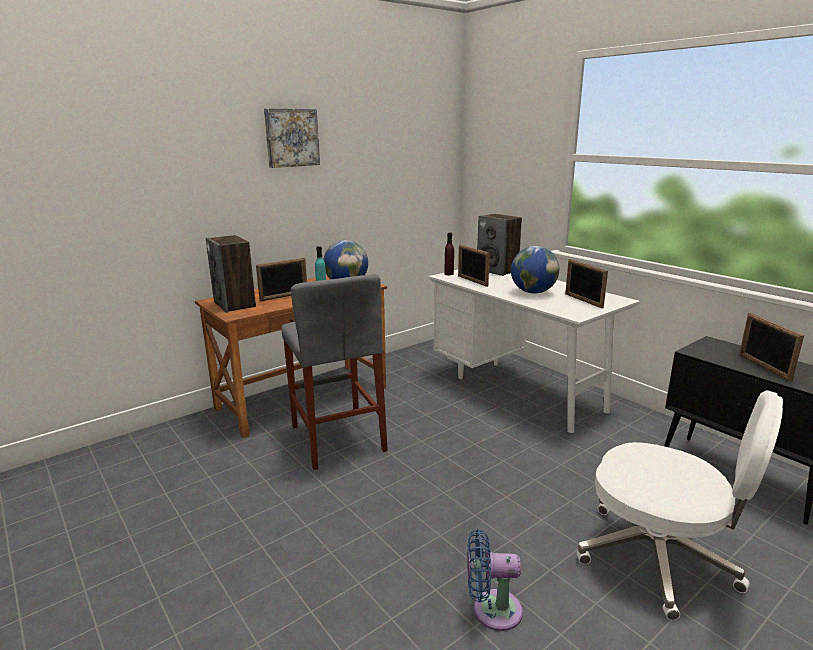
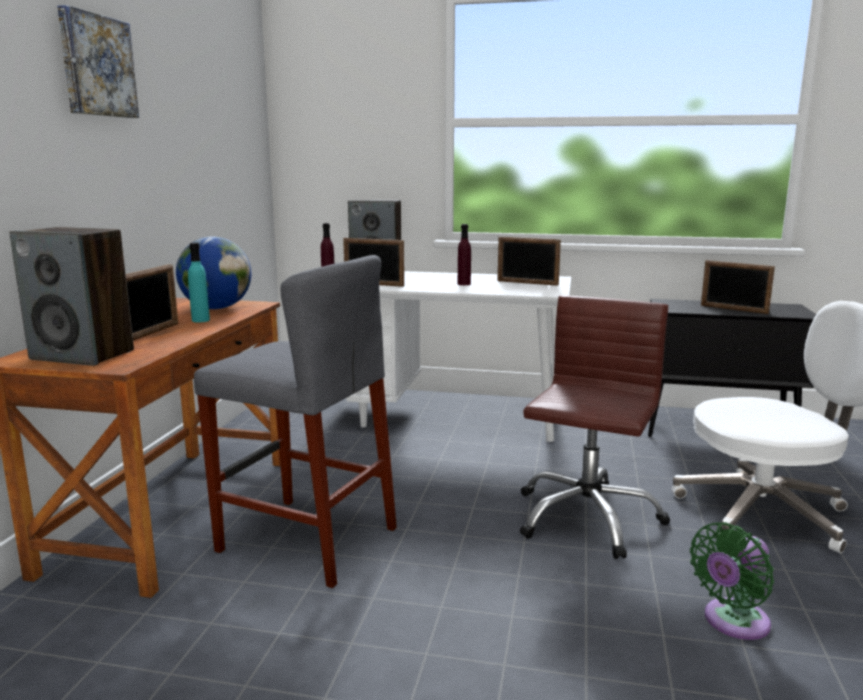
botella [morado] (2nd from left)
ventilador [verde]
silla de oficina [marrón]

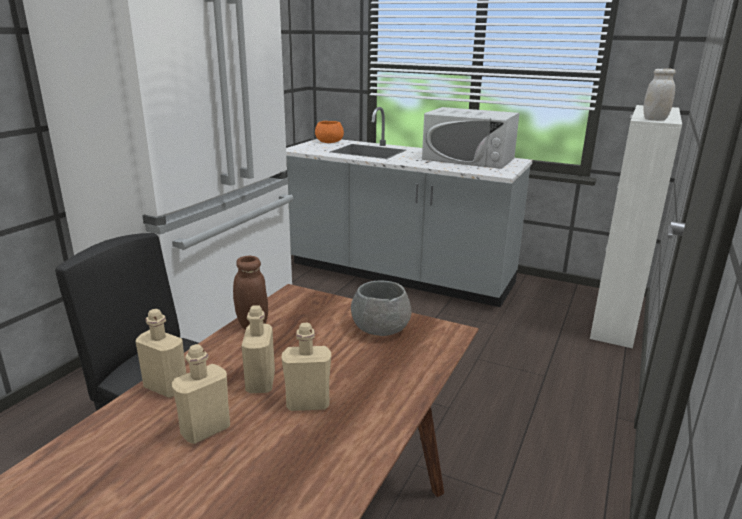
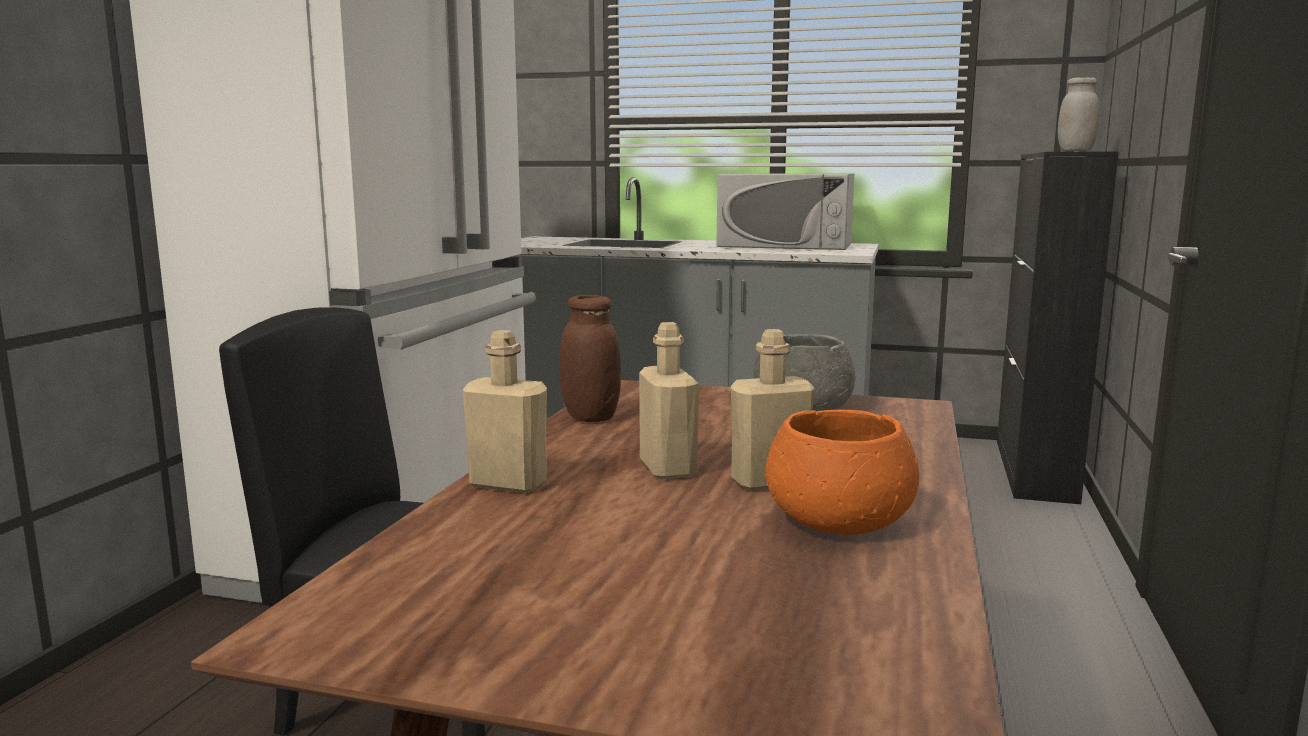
armario [negro]
cuenco [naranja]
botella [beis] (2nd from left in the first image)

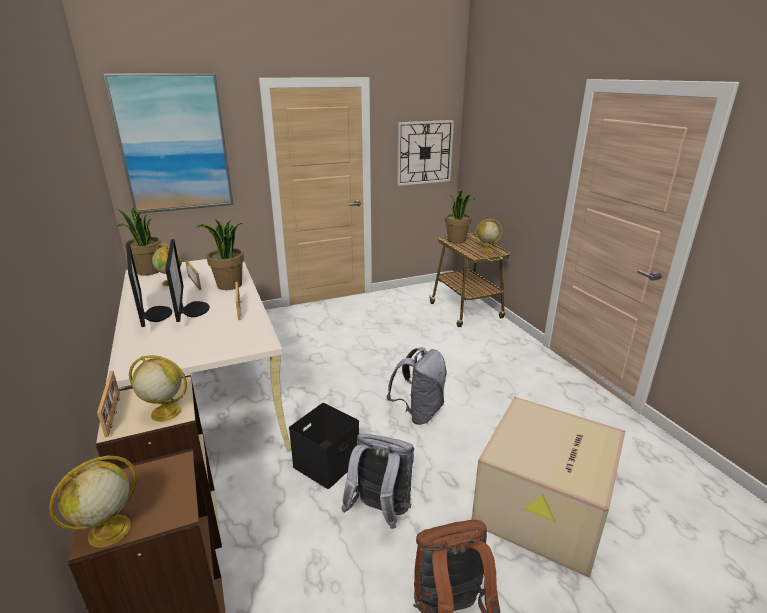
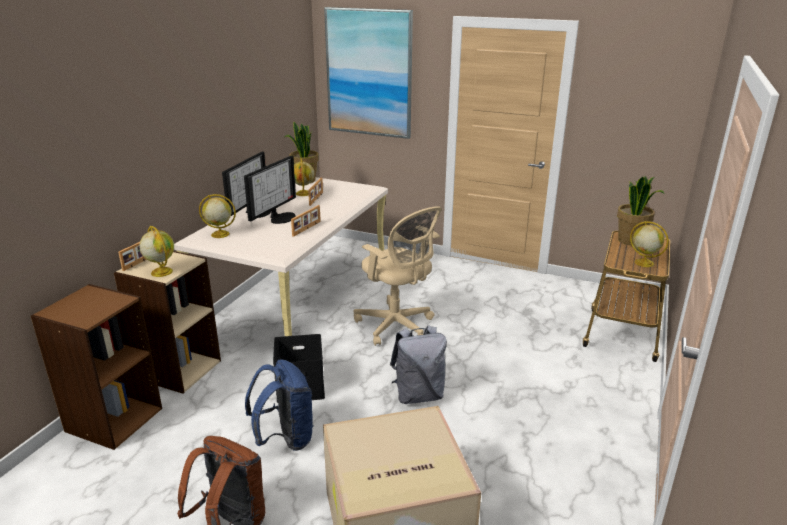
reloj de pared
planta en maceta (2nd from left in the first image)
mochila [azul]
globo terráqueo (2nd from left)
silla de oficina [beis]

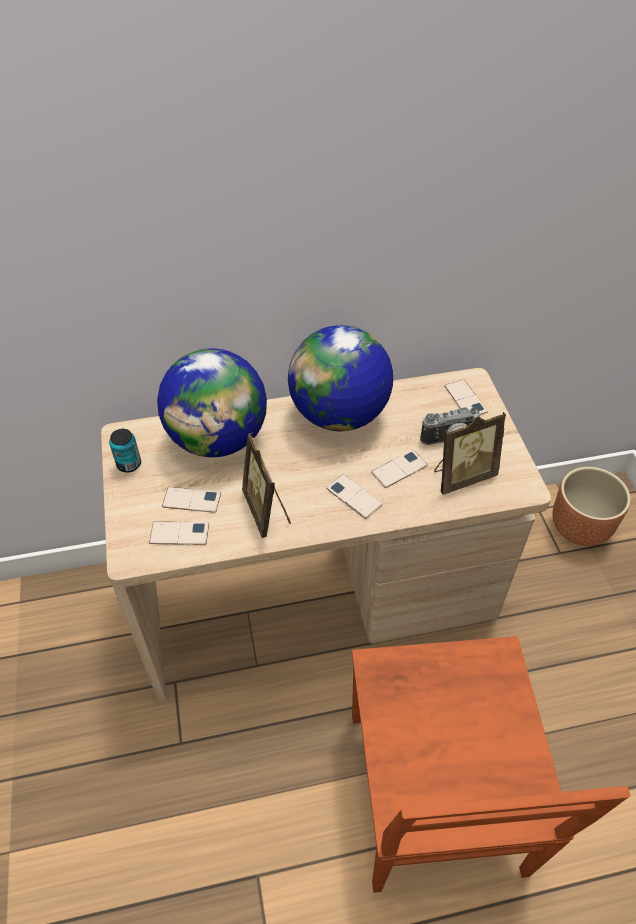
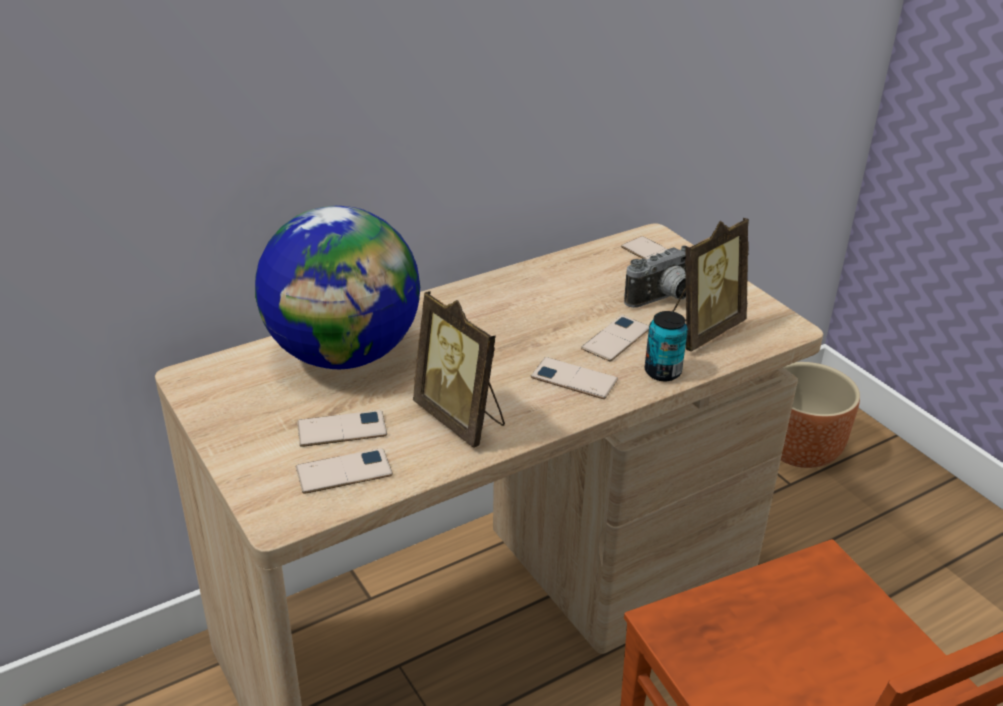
globo terráqueo (2nd from left in the first image)
lata

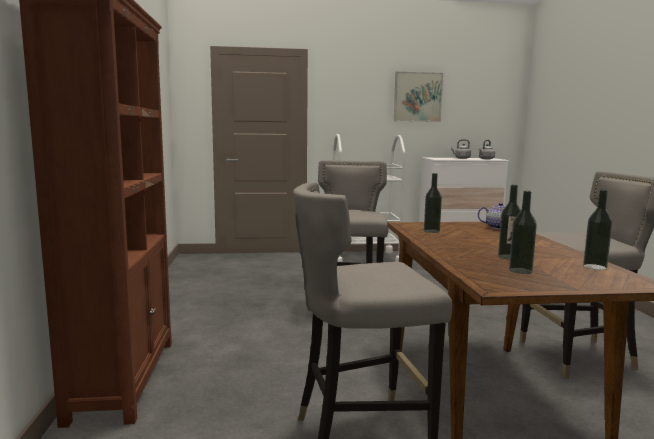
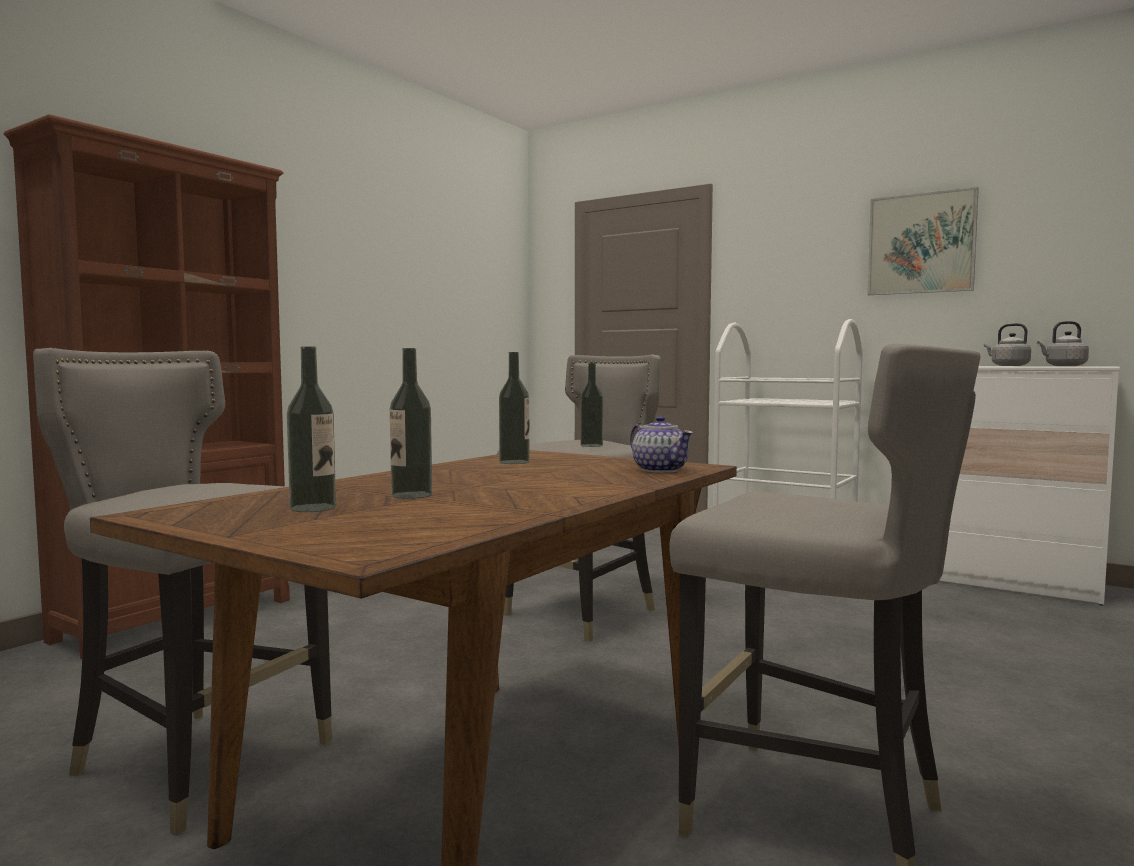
botella (4th from left)

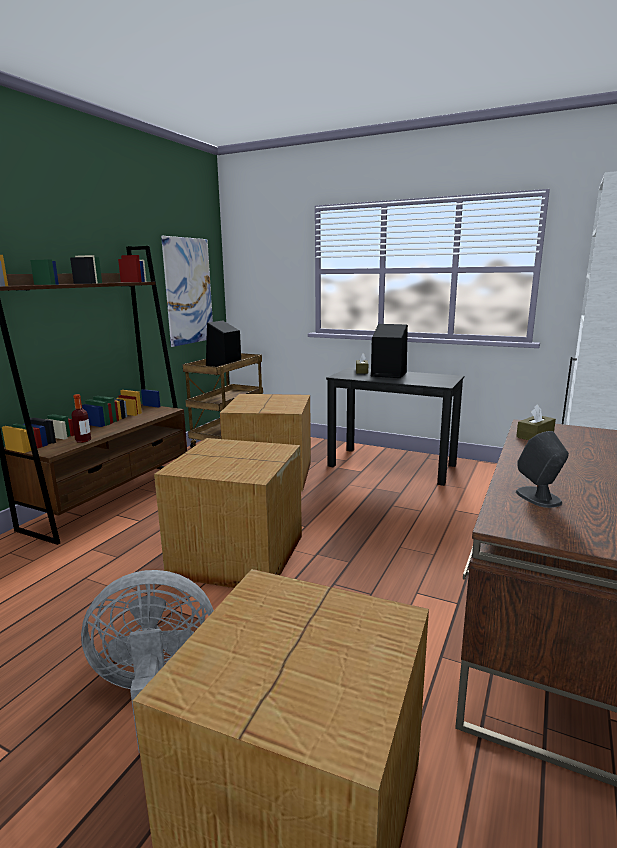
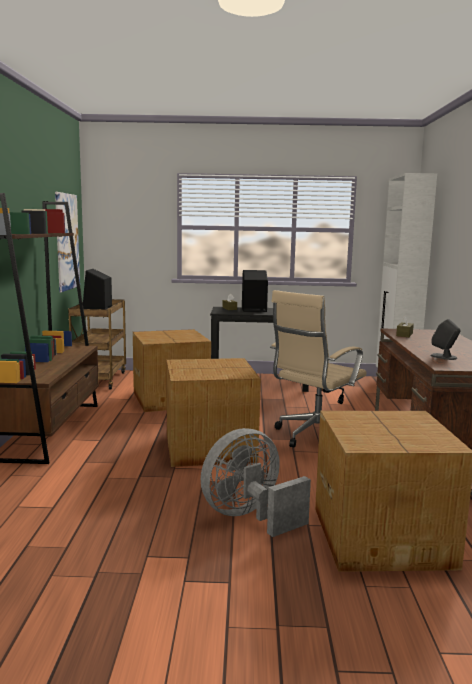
botella
silla de oficina [beis]

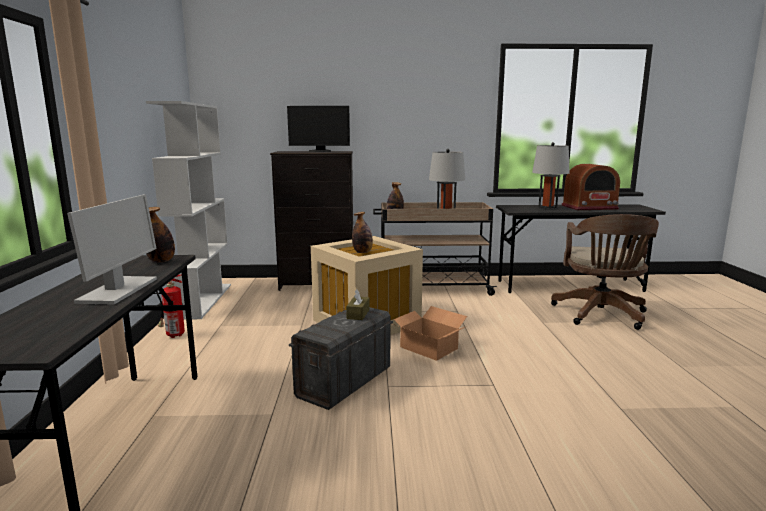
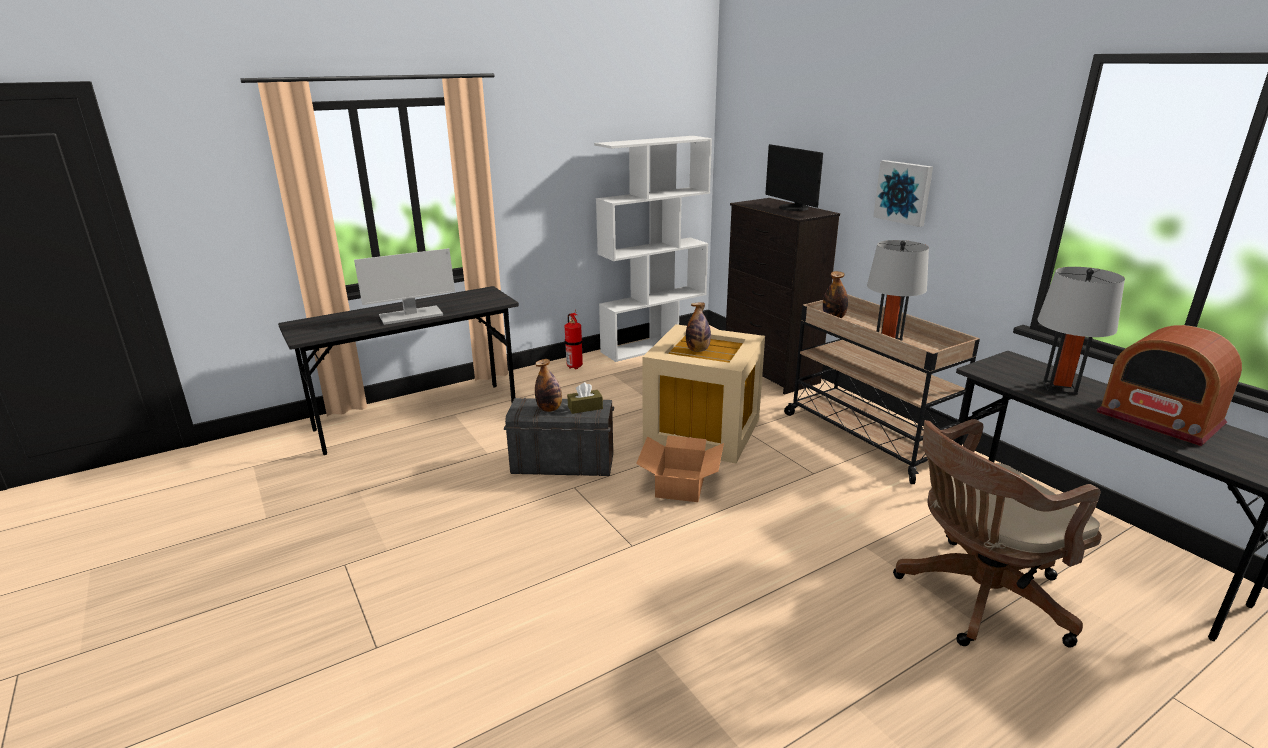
botella (1st from left)
cuadro

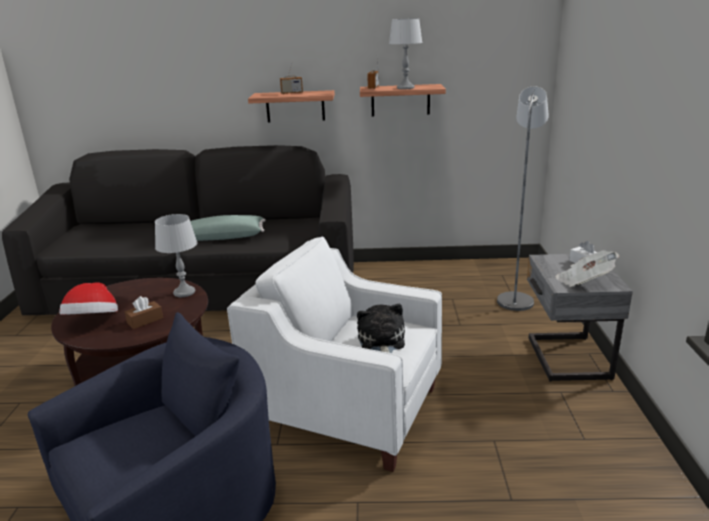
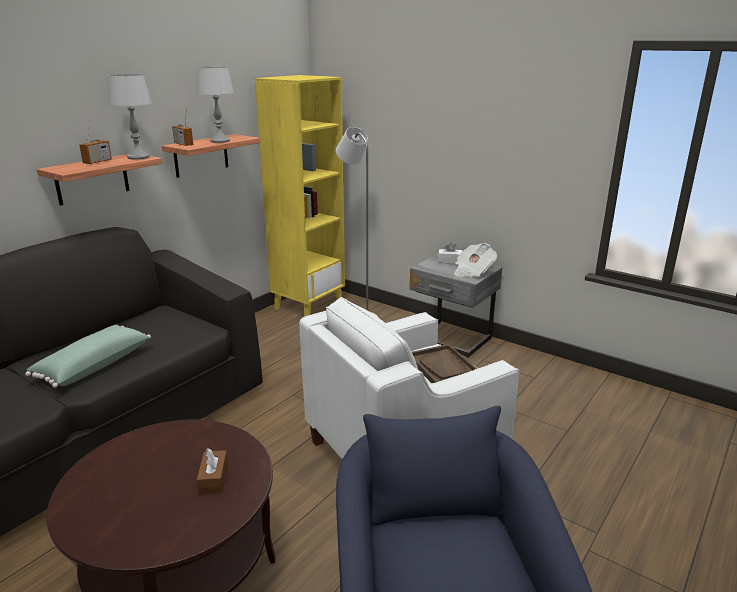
lámpara de mesa [gris] (1st from left)
sombrero
bandeja [marrón]
estantería [amarillo]

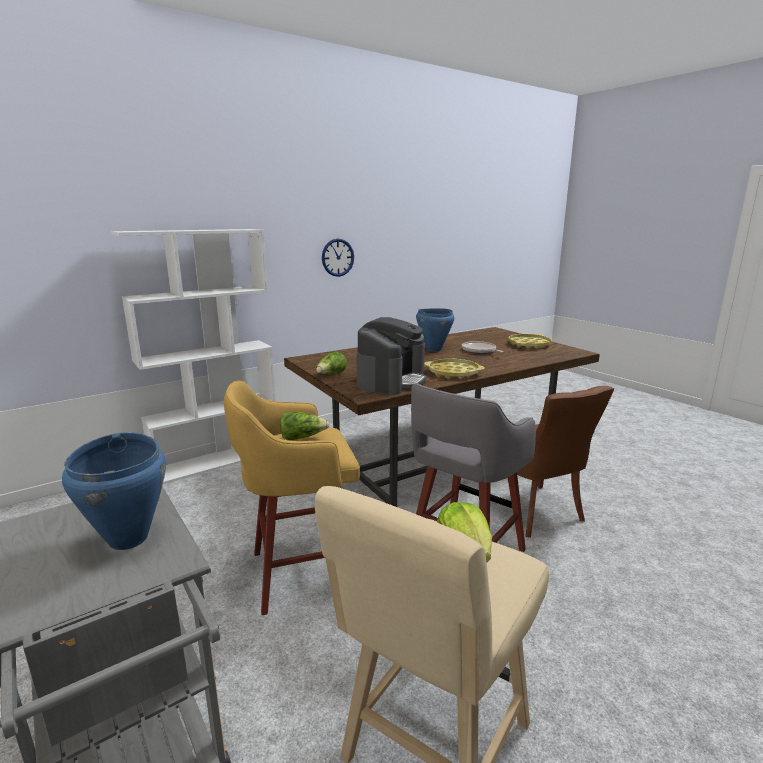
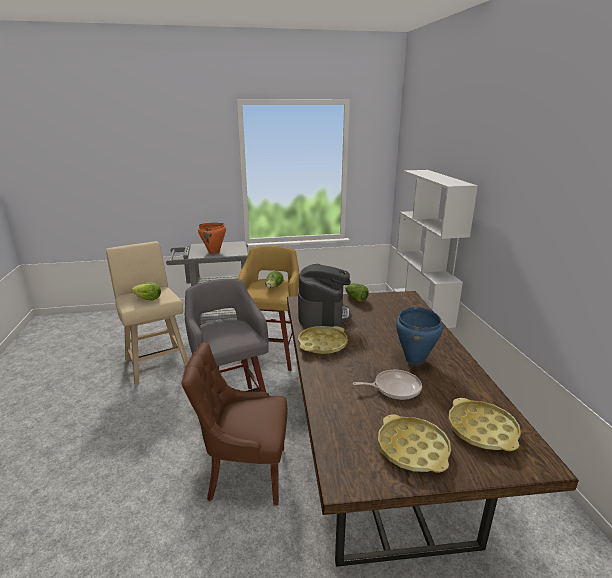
reloj de pared
cafetera
olla [naranja]
bandeja [amarillo] (3rd from left)

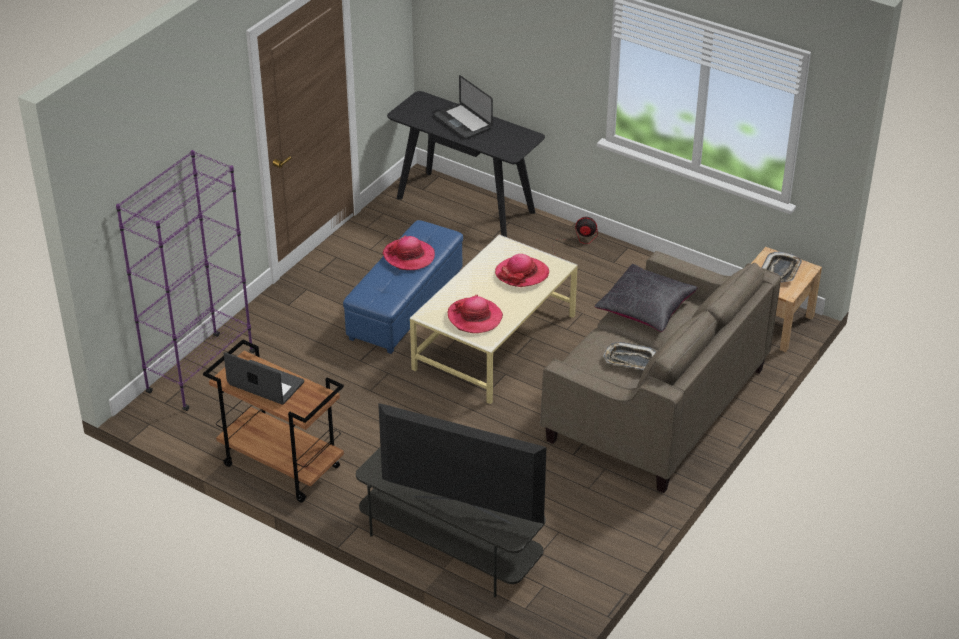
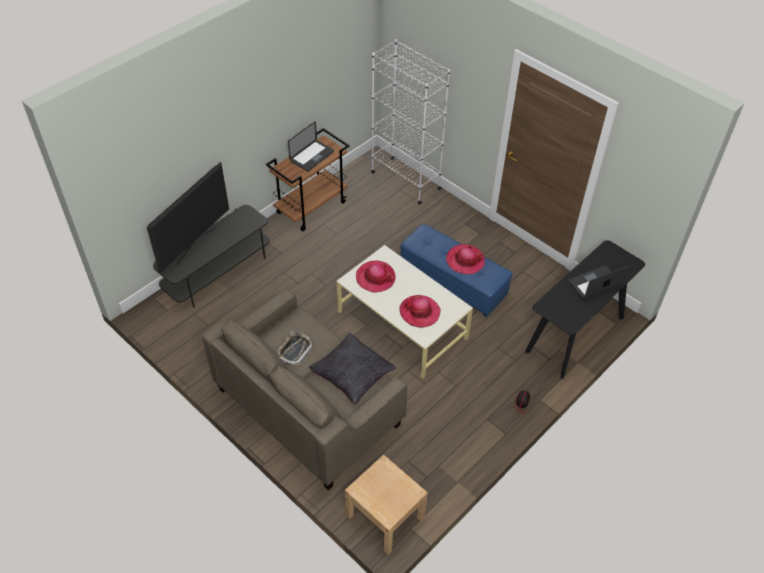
estantería [blanco]
bandeja (2nd from left in the first image)

